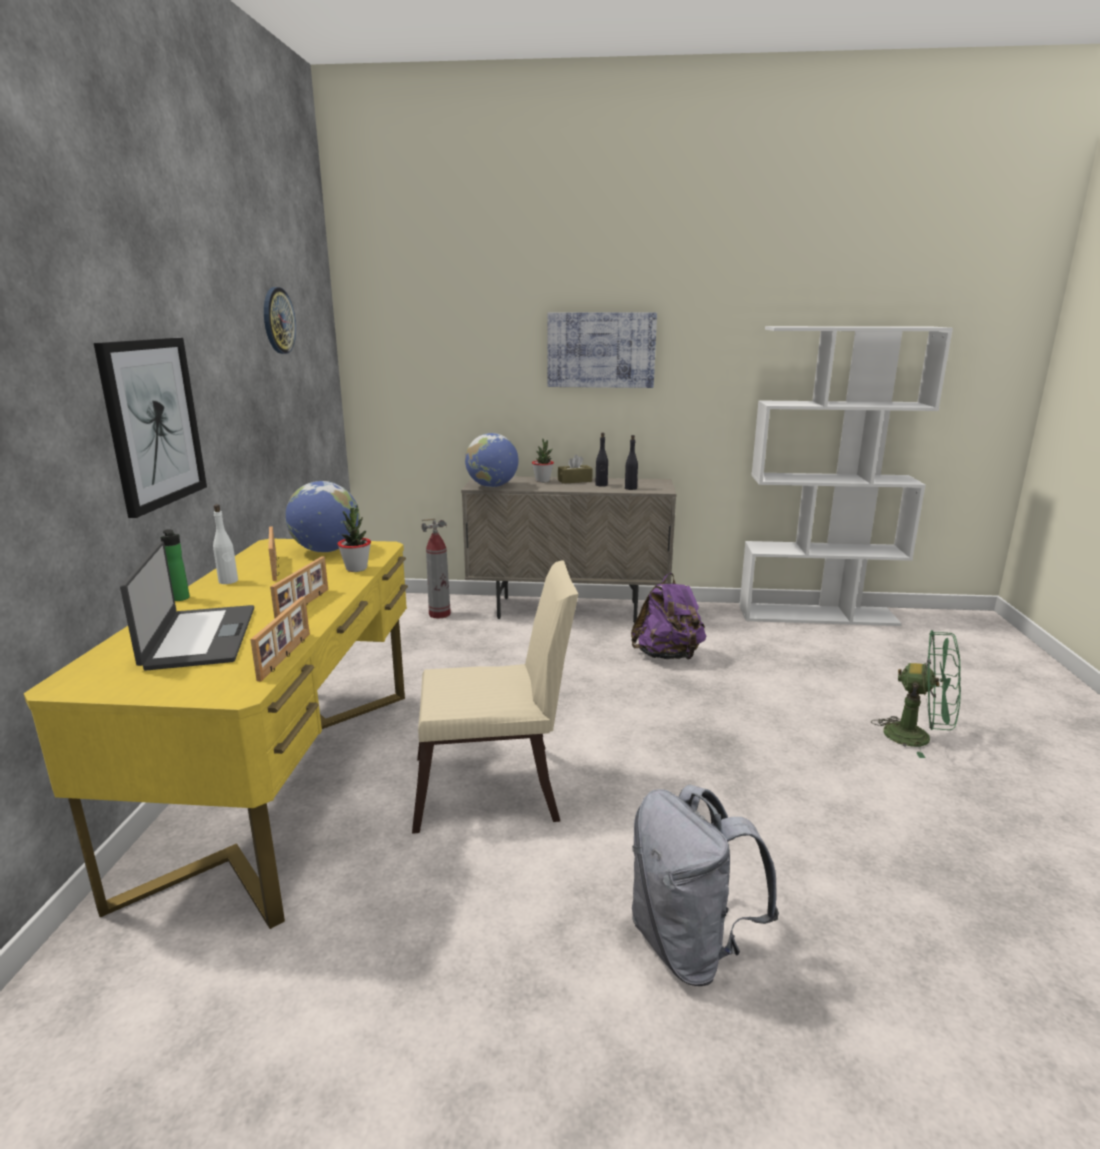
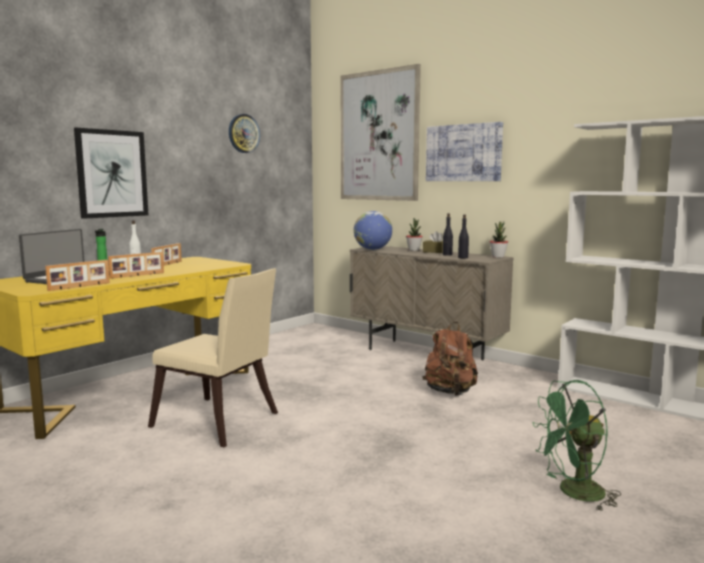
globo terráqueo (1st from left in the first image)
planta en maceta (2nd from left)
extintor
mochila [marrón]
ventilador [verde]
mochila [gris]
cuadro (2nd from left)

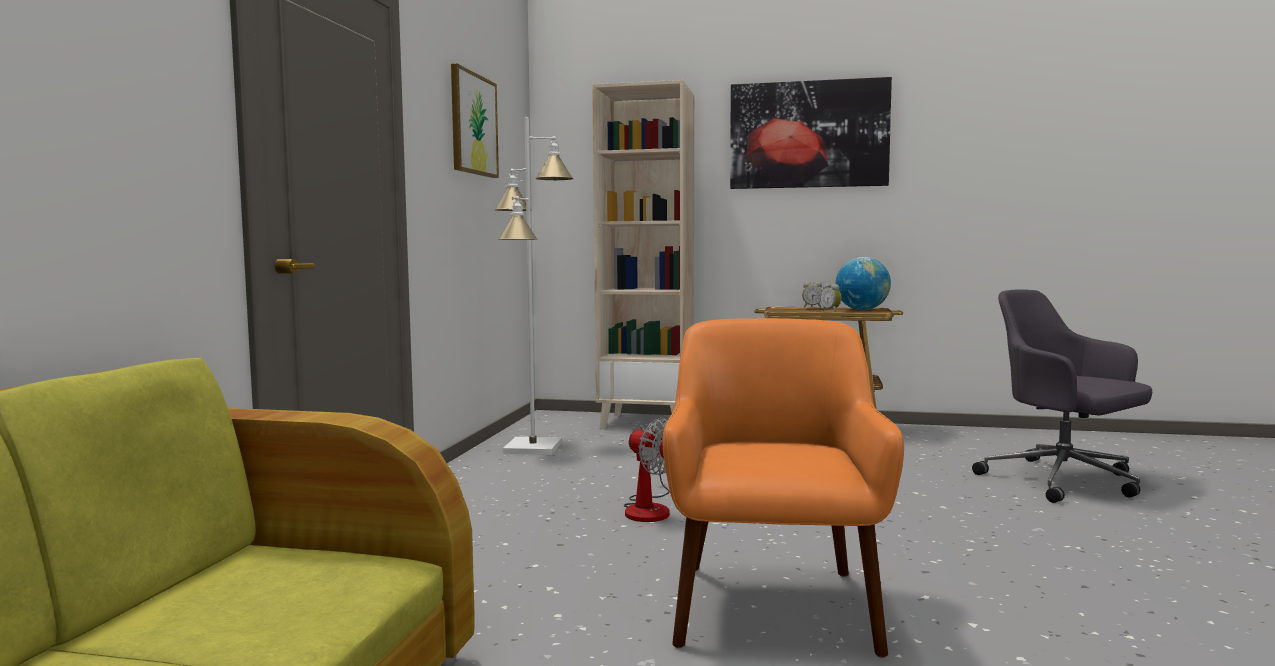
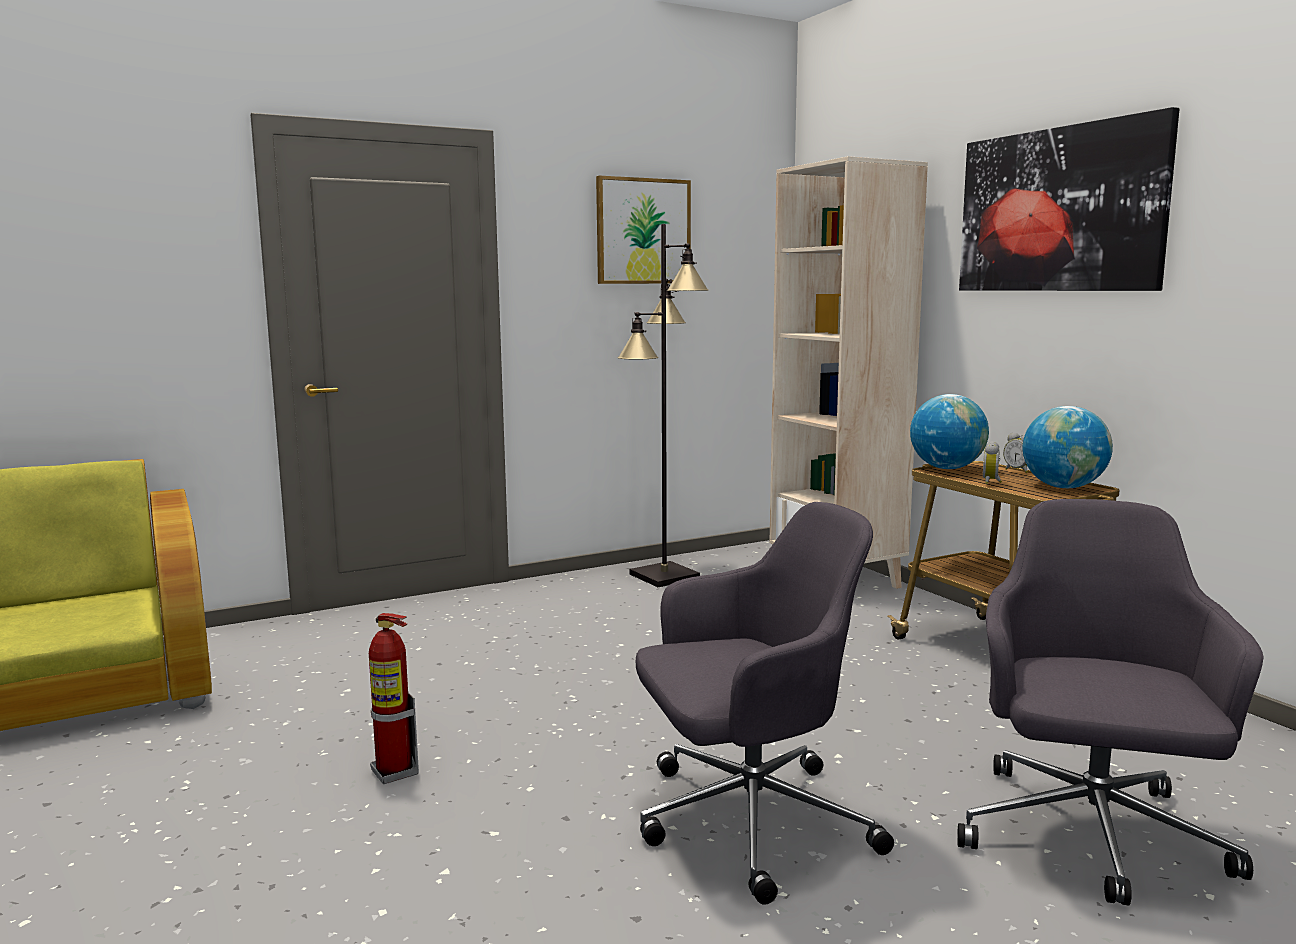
lámpara de pie [negro]
extintor
ventilador
globo terráqueo (1st from left)
silla de oficina [gris] (1st from left)

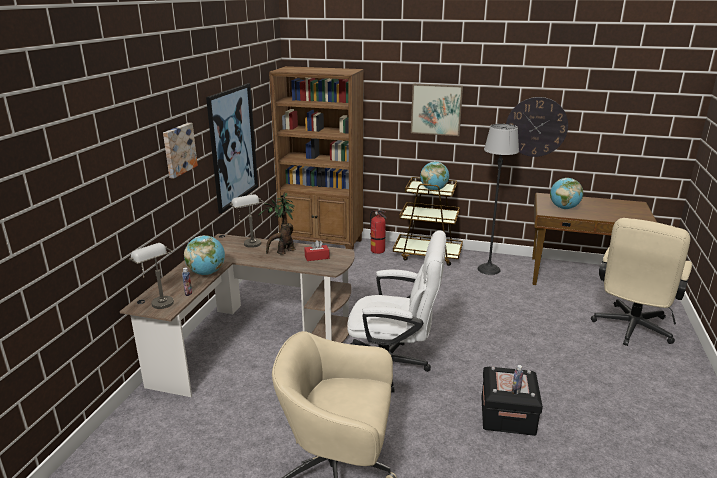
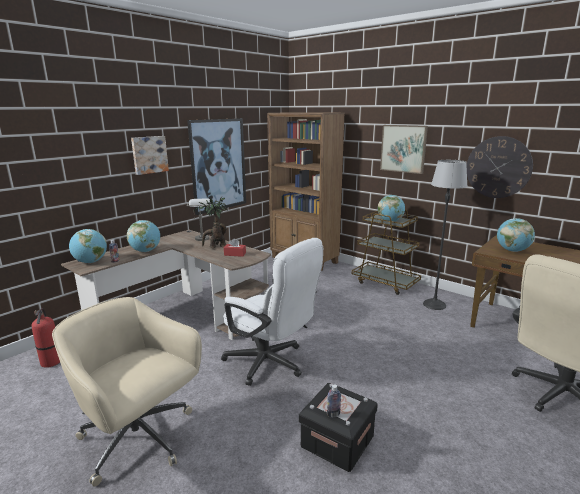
extintor
globo terráqueo (1st from left)

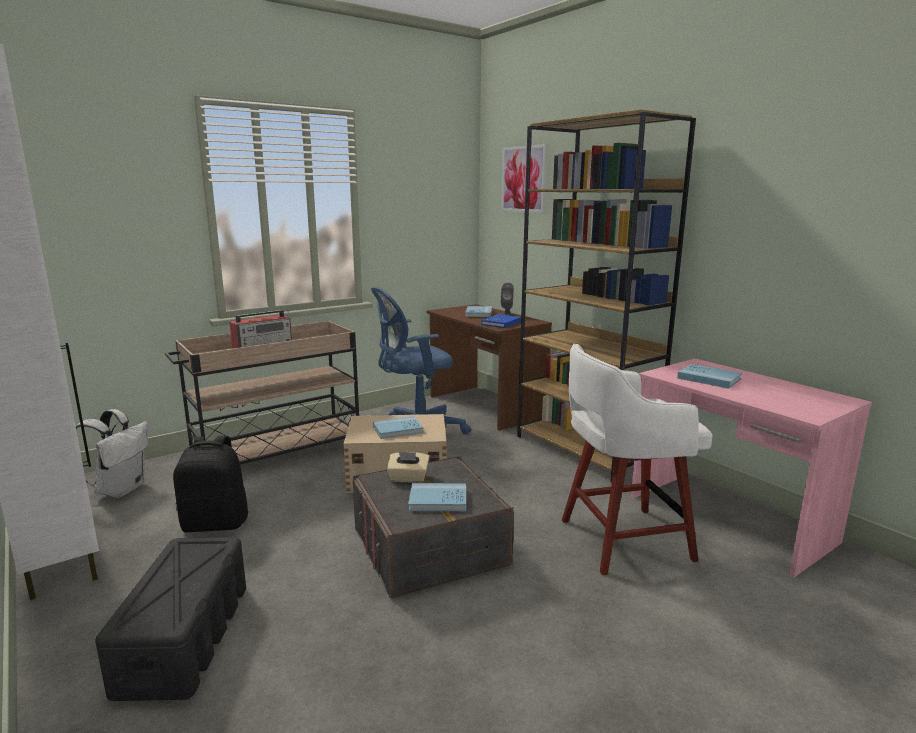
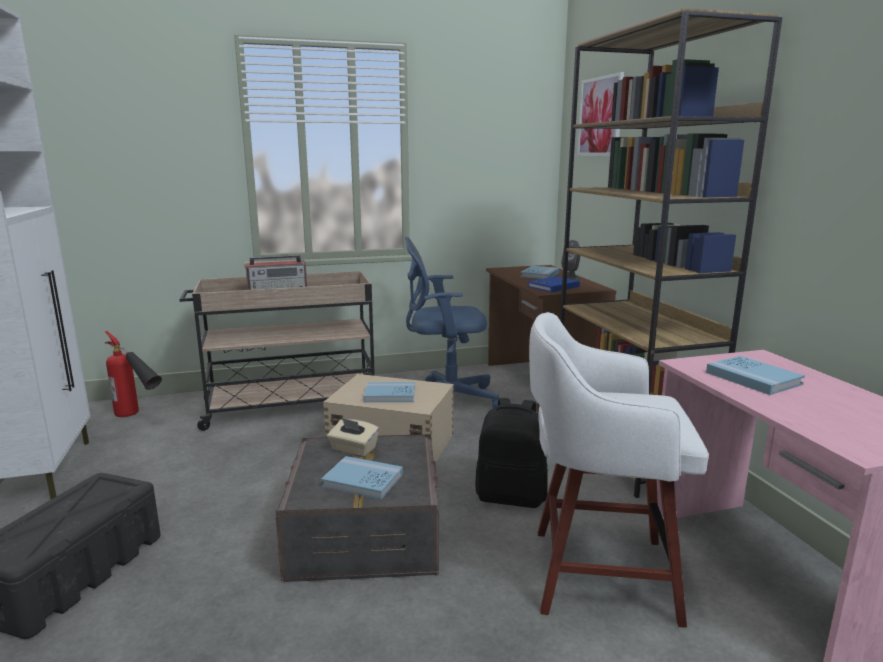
extintor
mochila [negro]

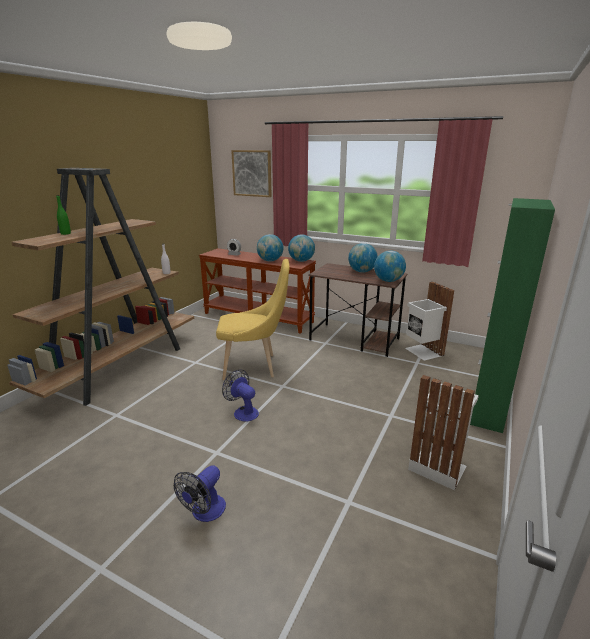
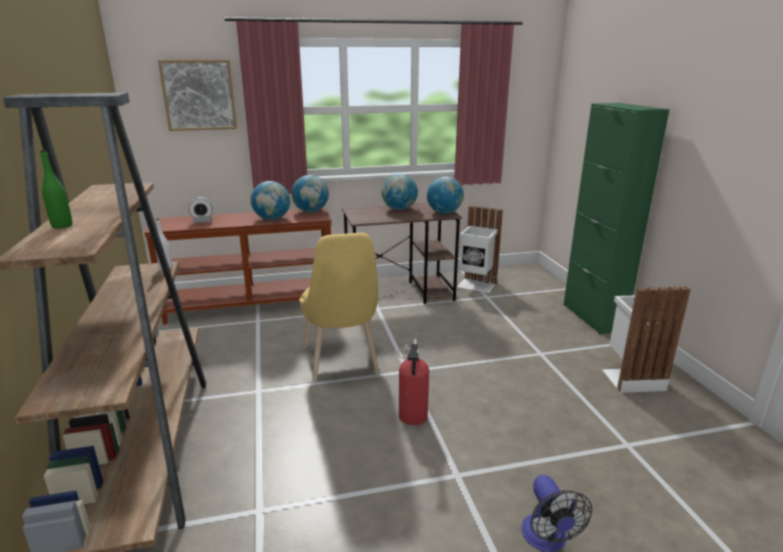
silla [amarillo]
extintor

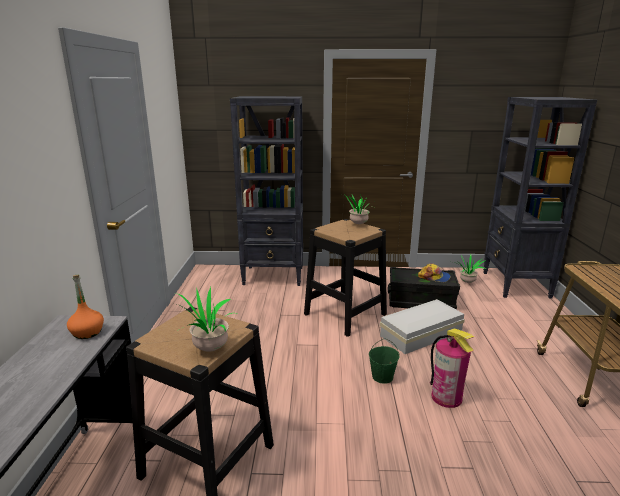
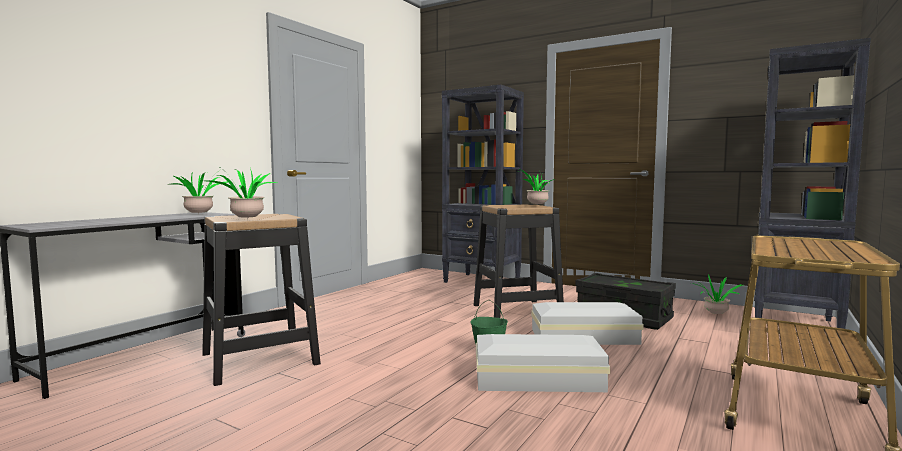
gorra
planta en maceta (1st from left)
caja de almacenaje [blanco] (1st from left)

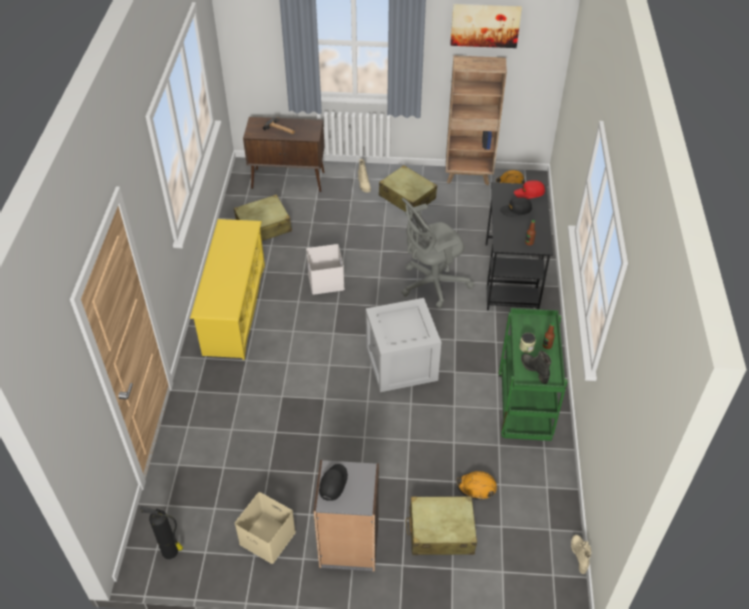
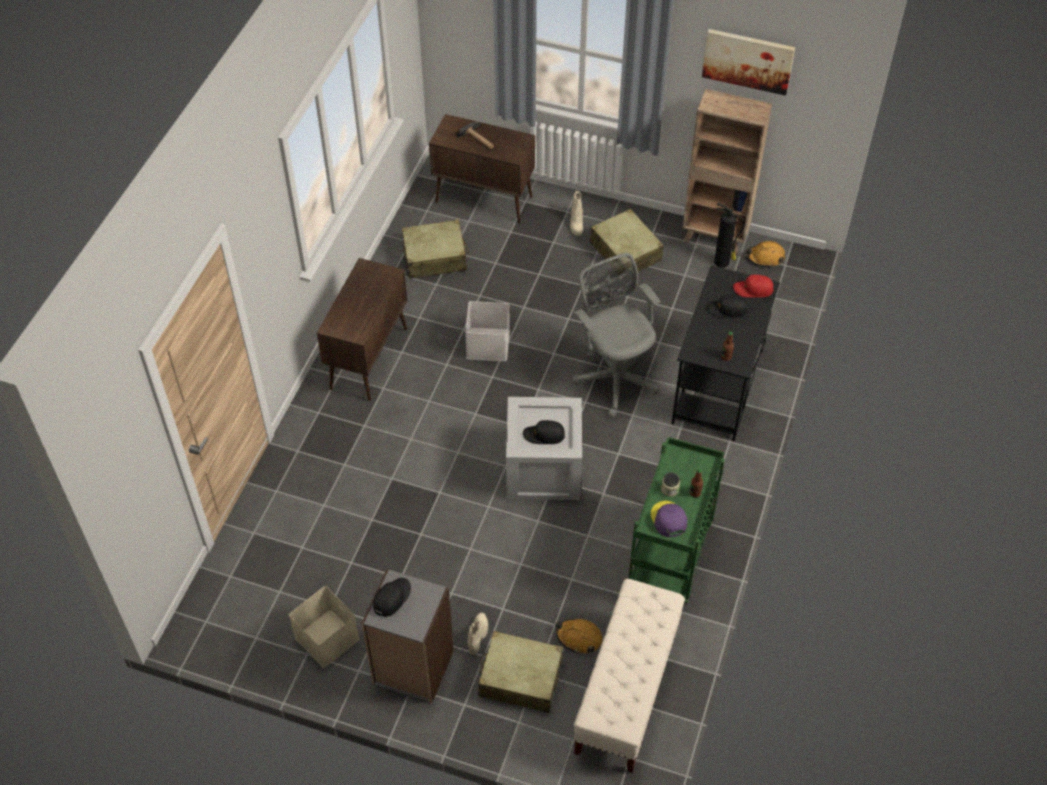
silla de oficina [gris]
armario [marrón] (1st from left)
gorra [morado]
extintor
bota [beis] (1st from left)
gorra [negro] (2nd from left)
banco [beis]

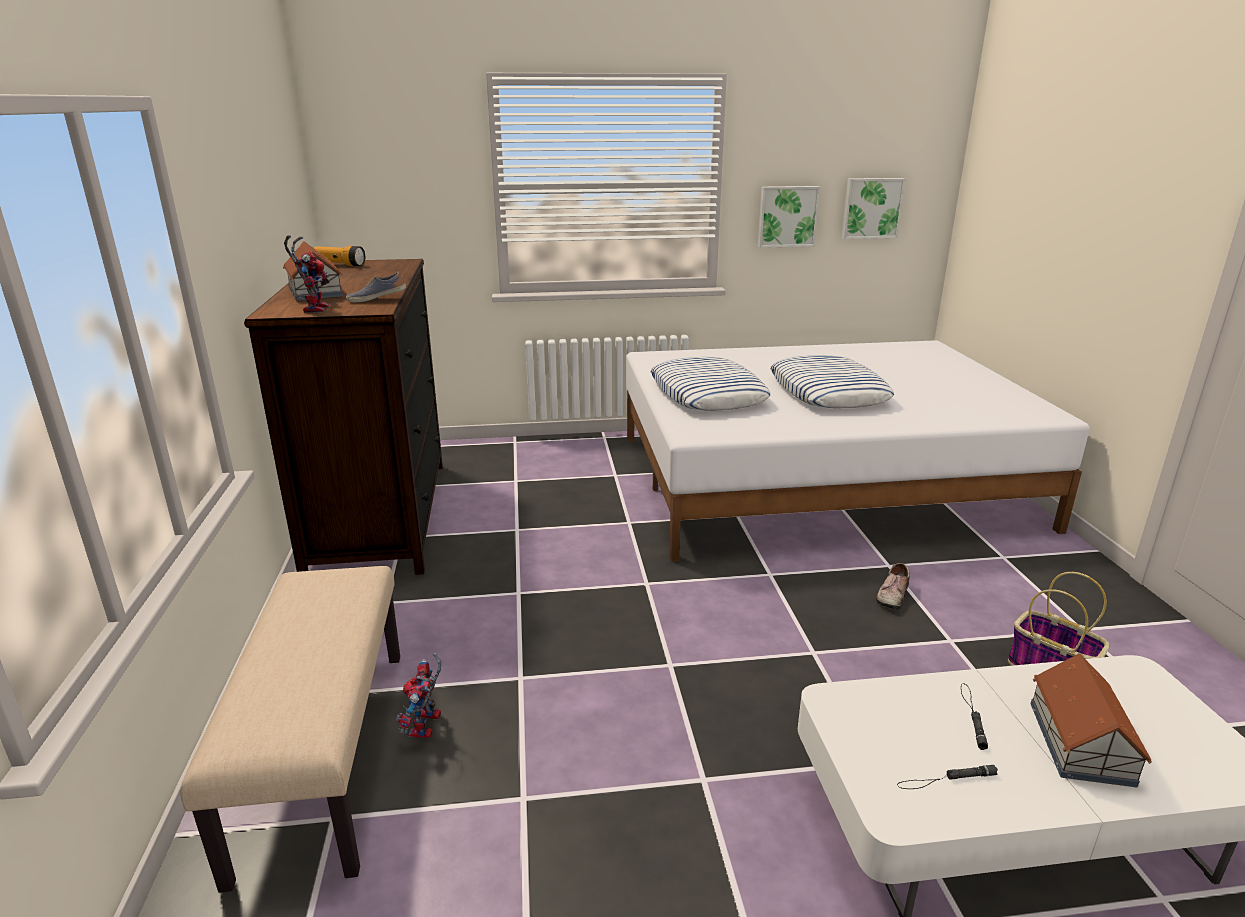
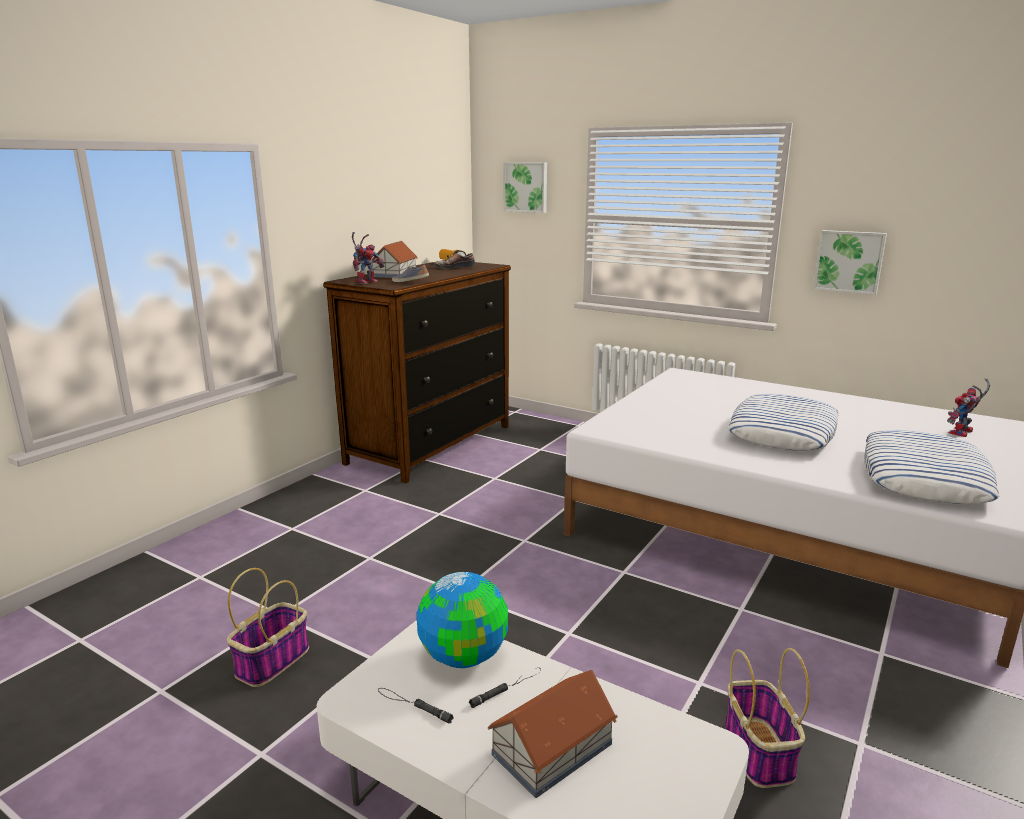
cuadro (1st from left)
cojín (2nd from left)
zapato (2nd from left)
banco [beis]
robot de juguete (2nd from left)
cesta (1st from left)
globo terráqueo

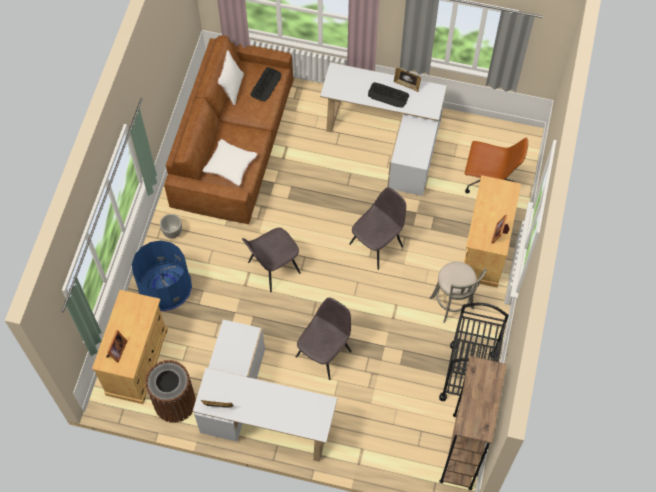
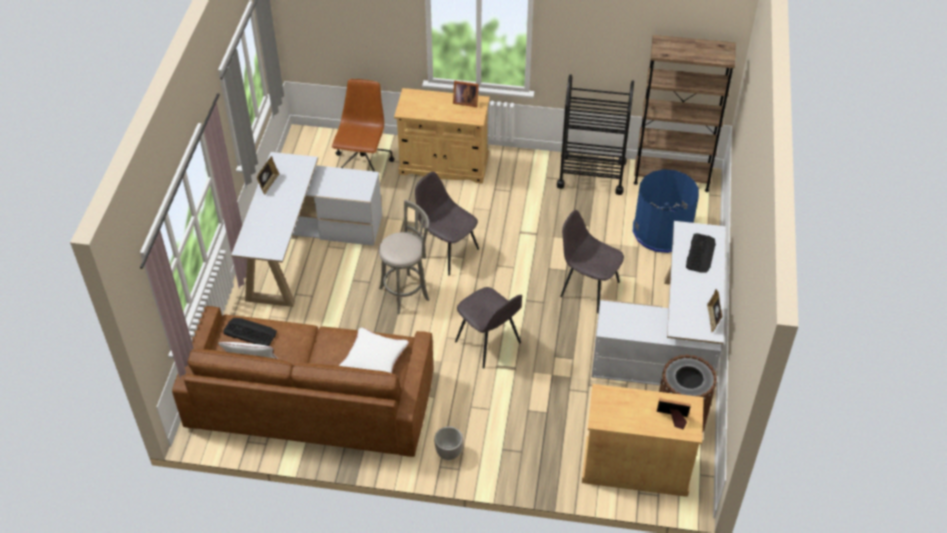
teclado (2nd from left)
papelera [azul]
taburete [gris]

